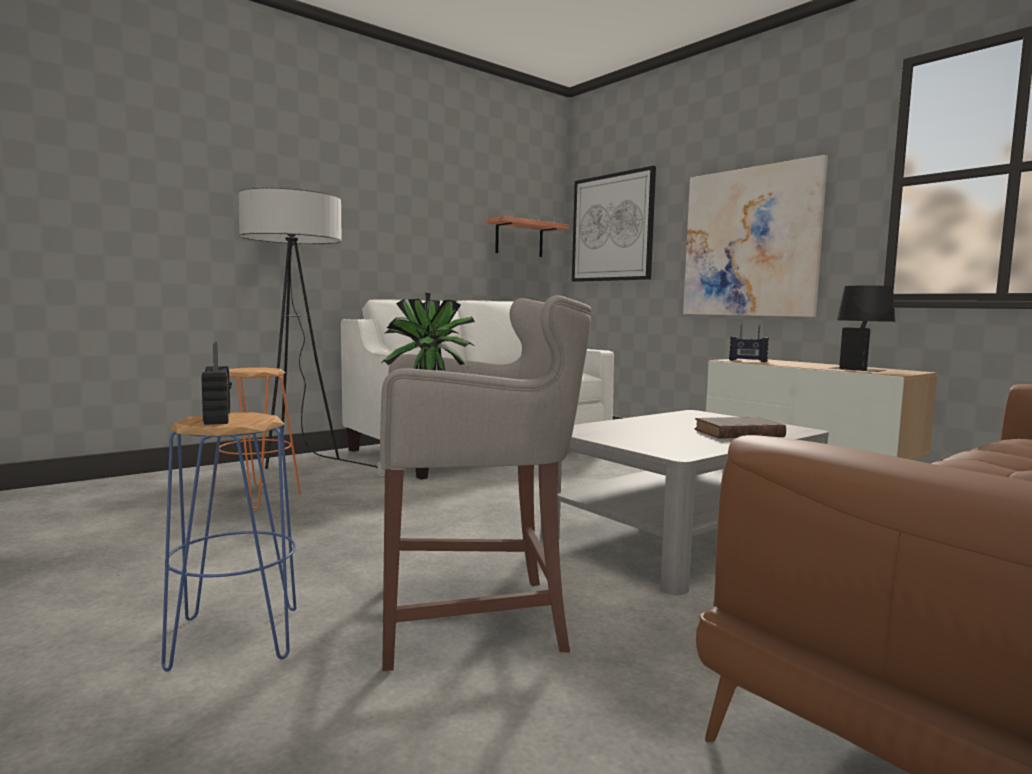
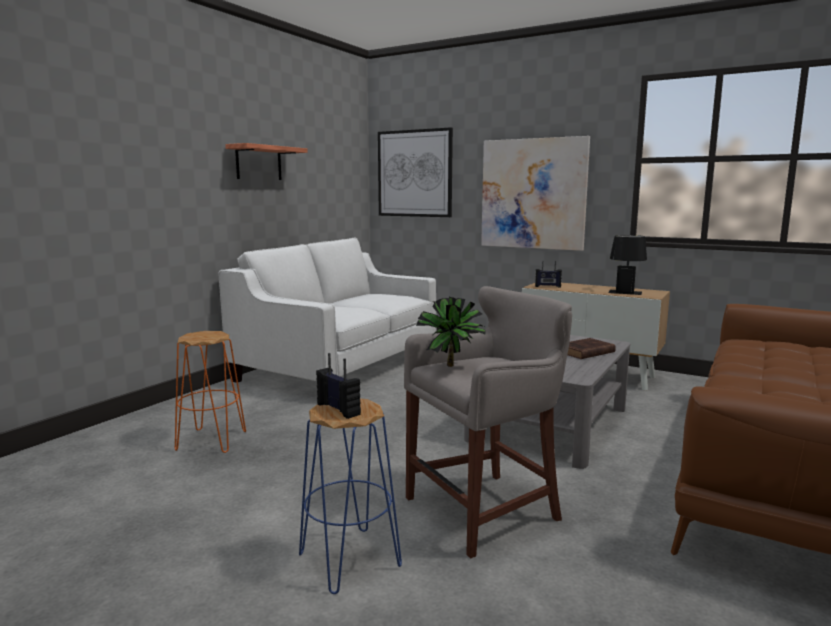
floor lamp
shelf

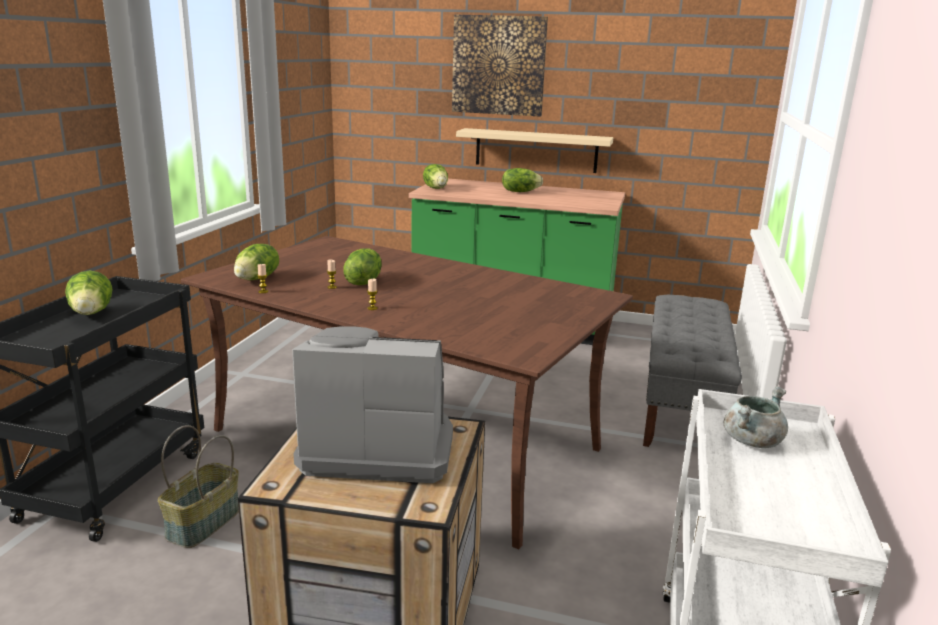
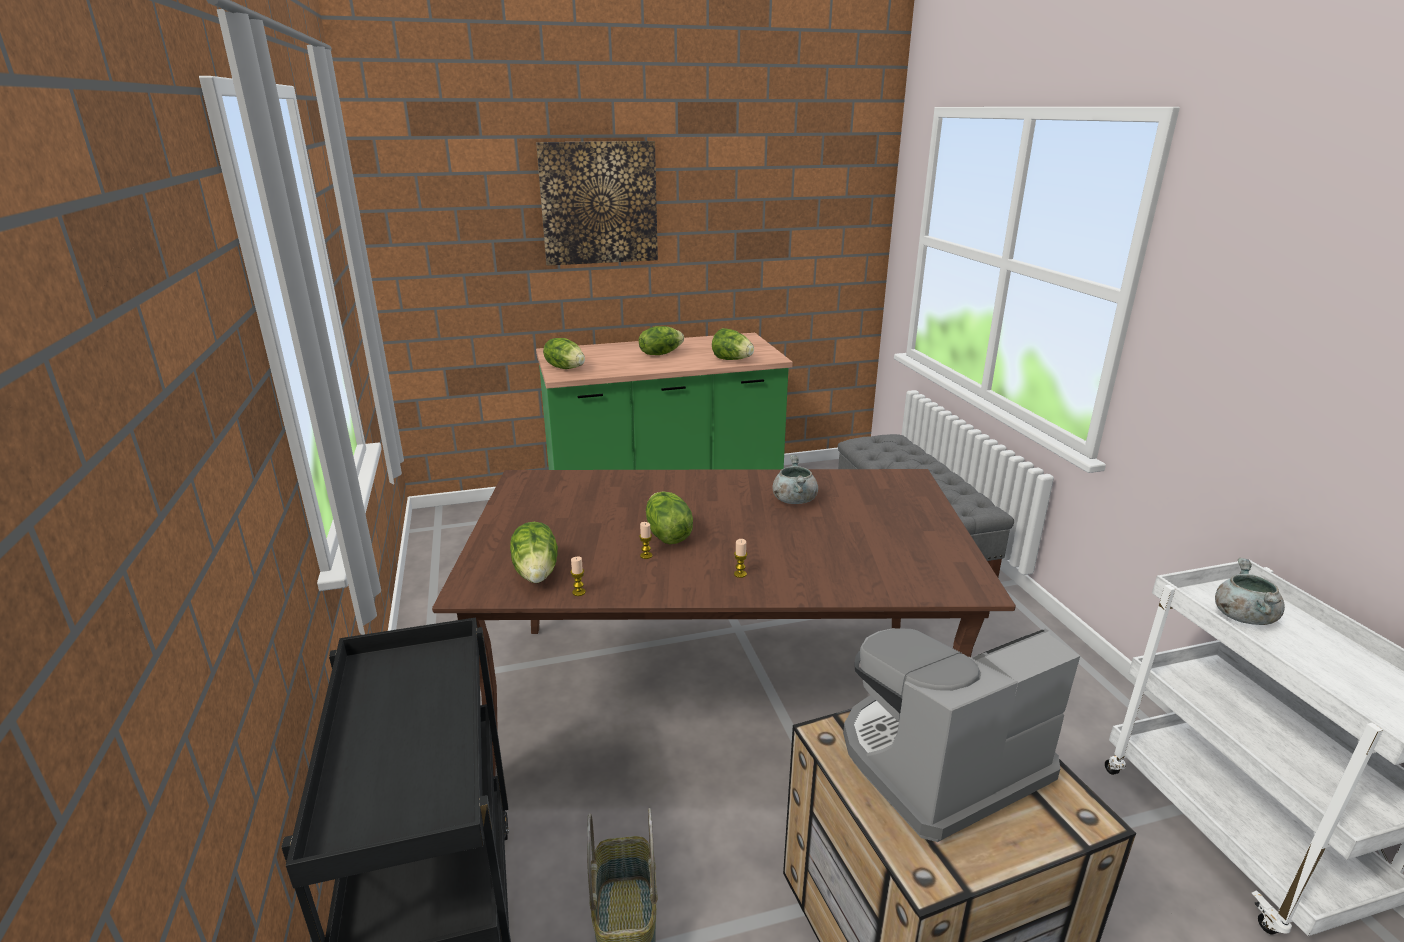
beige shelf
grey cooking pot (no. 1 from left)
lettuce (no. 5 from left)

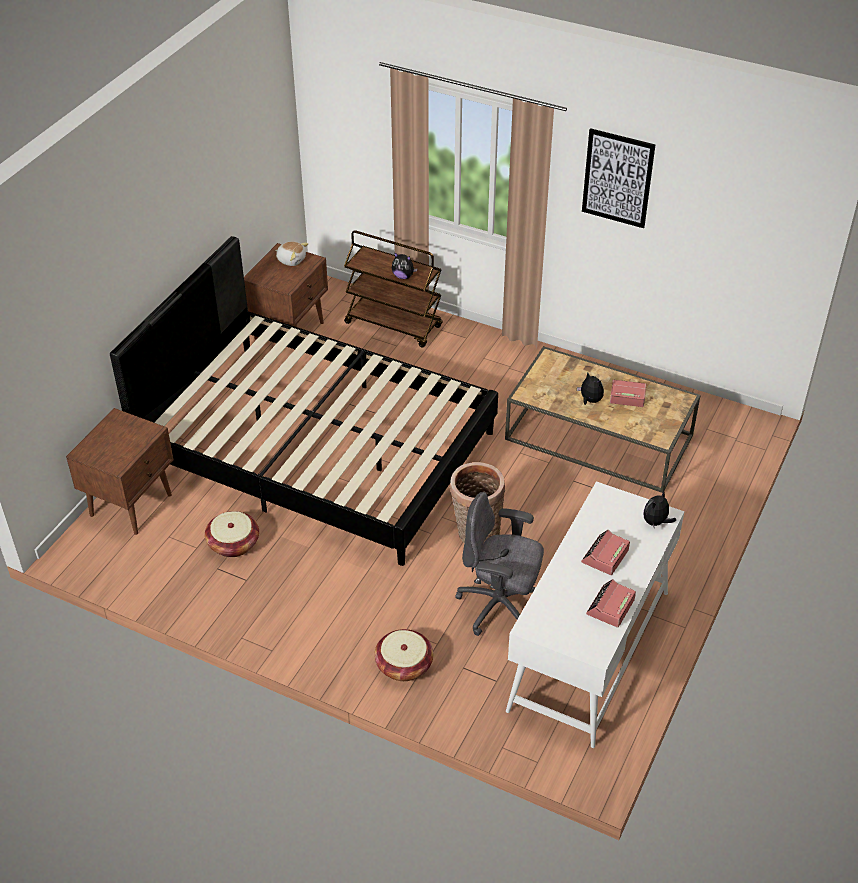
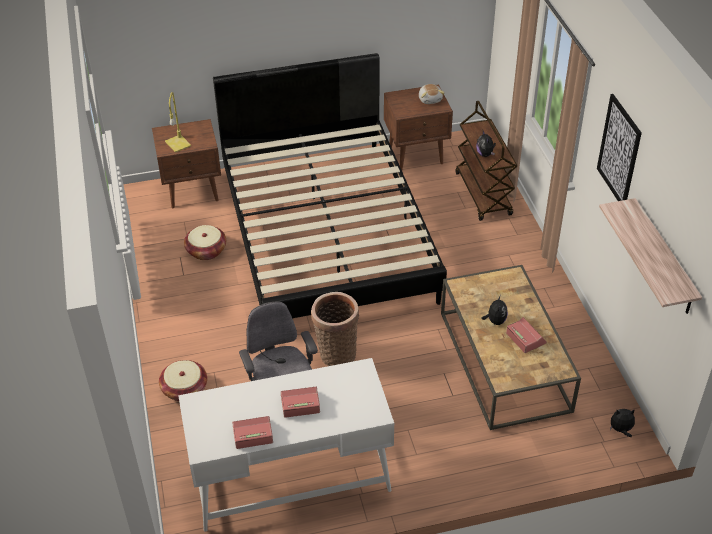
yellow table lamp
shelf
plush toy (no. 4 from left)

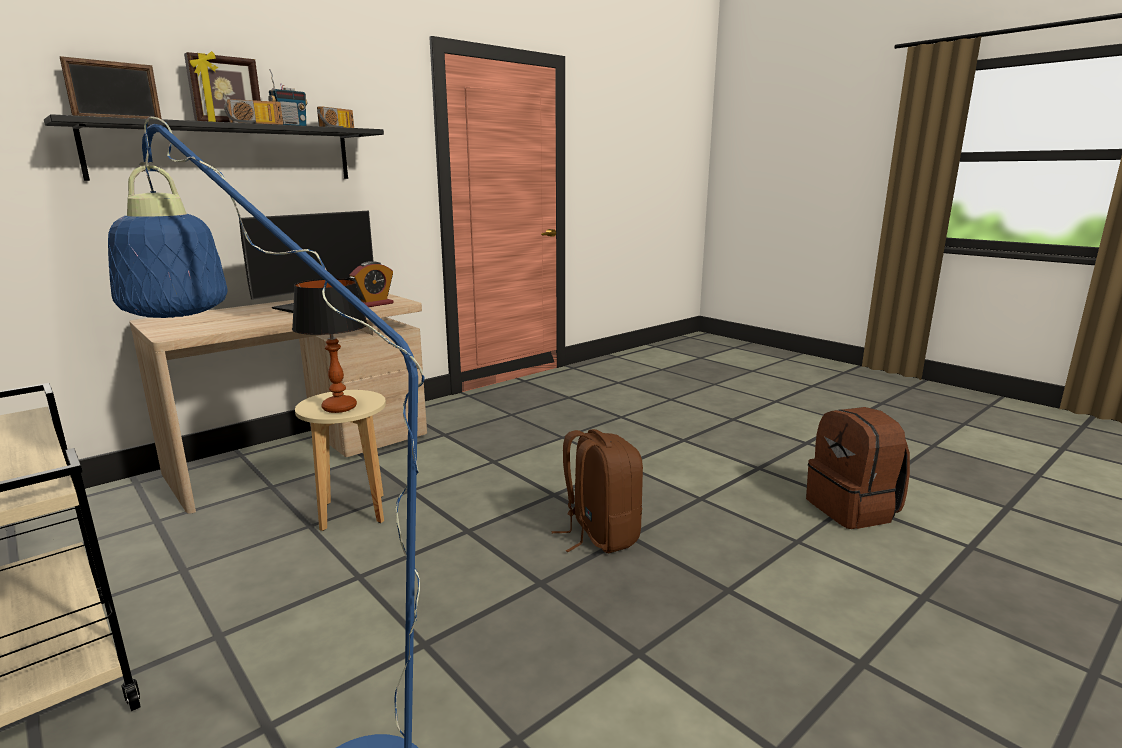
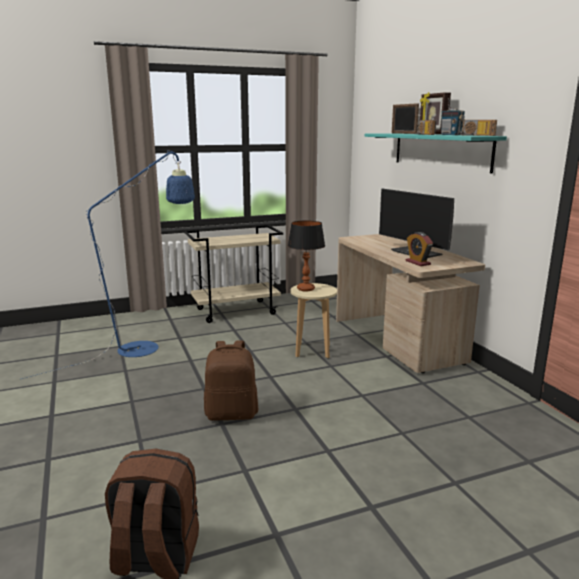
turquoise shelf

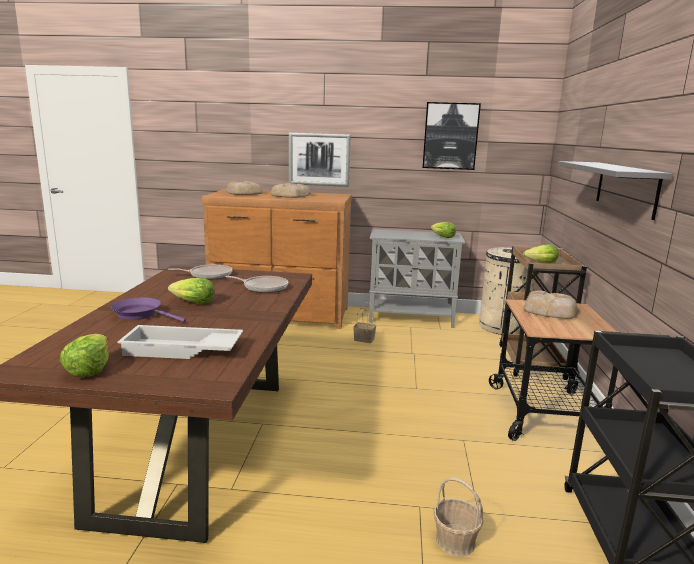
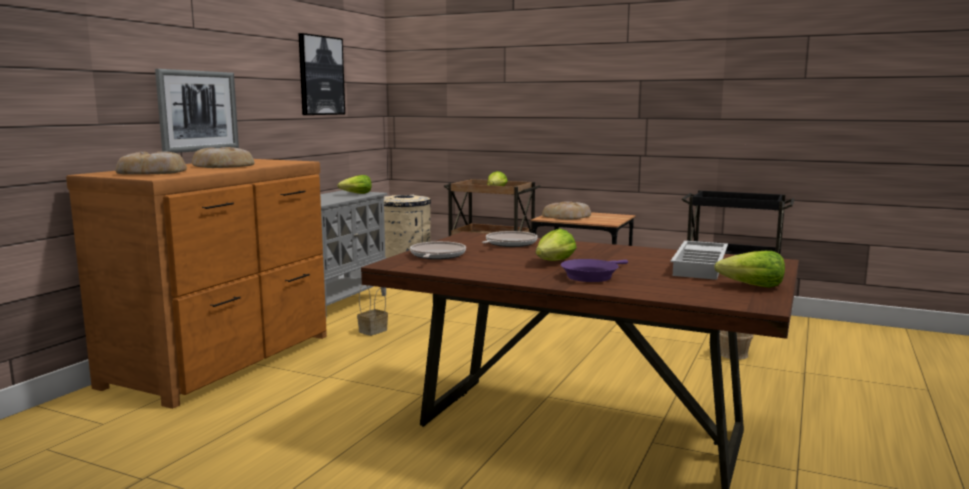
grey shelf

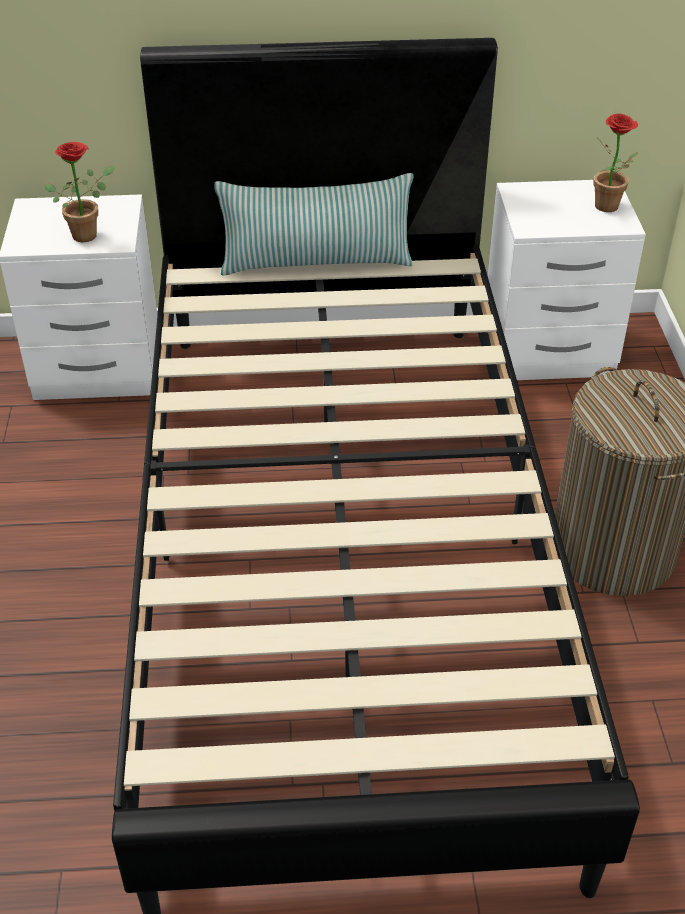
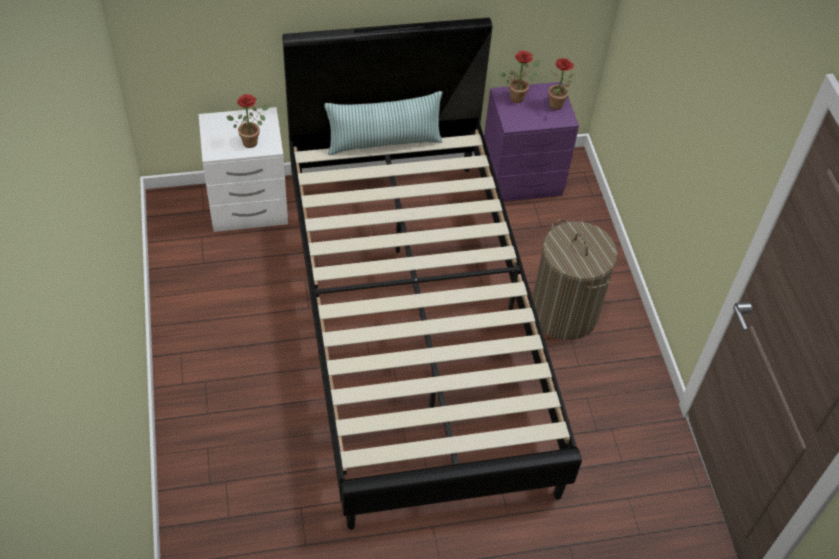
potted plant (no. 2 from left)
purple nightstand

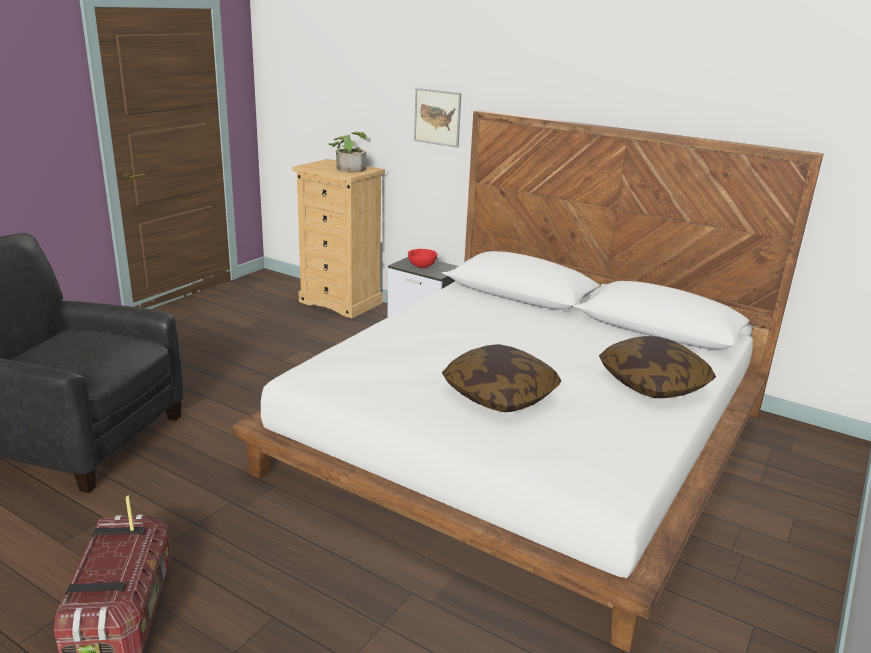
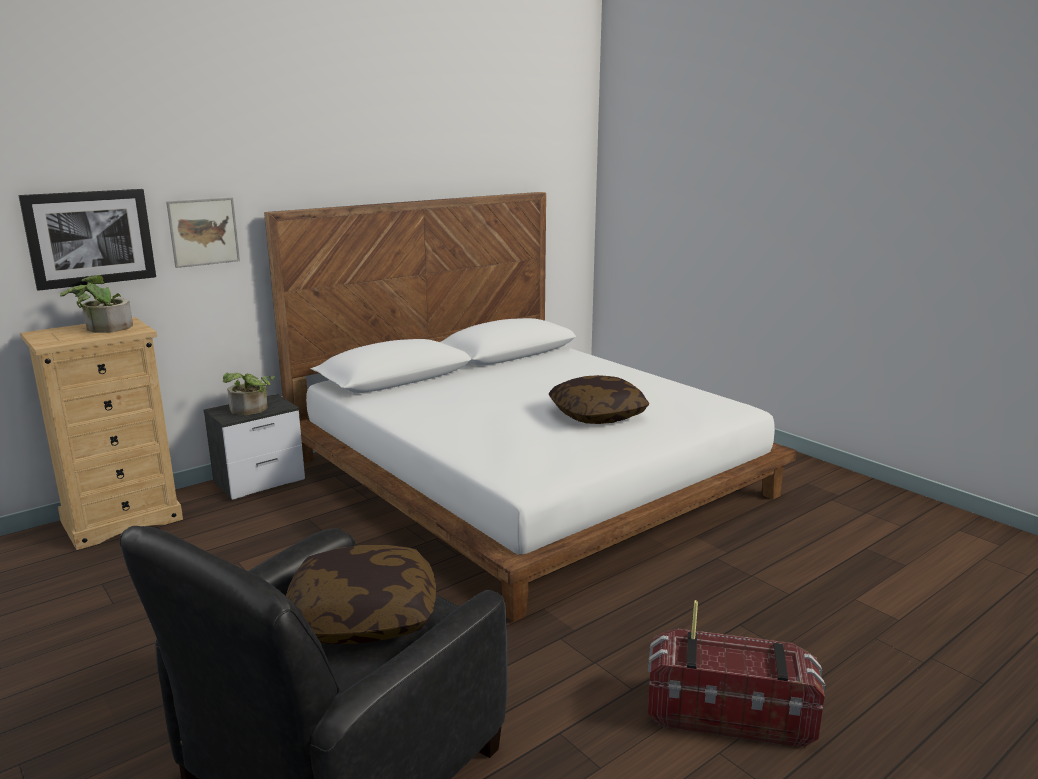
picture (no. 1 from left)
pillow (no. 1 from left)
potted plant (no. 2 from left)

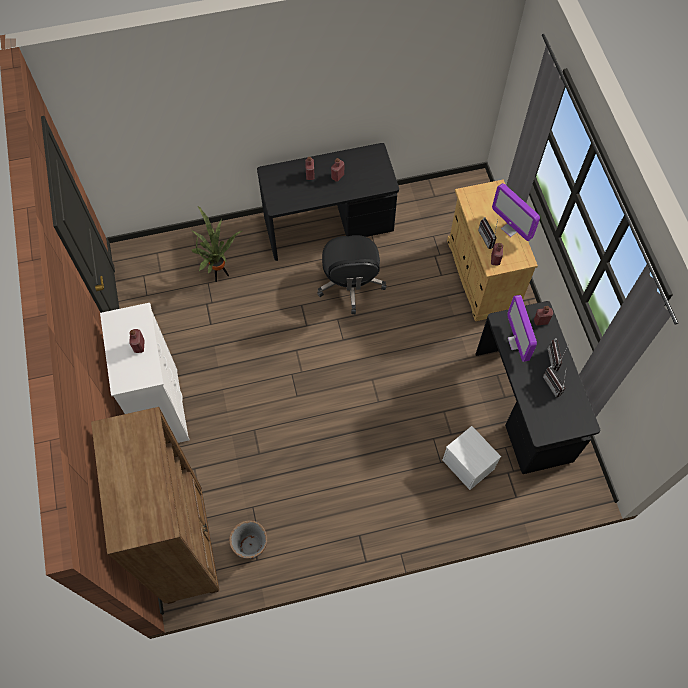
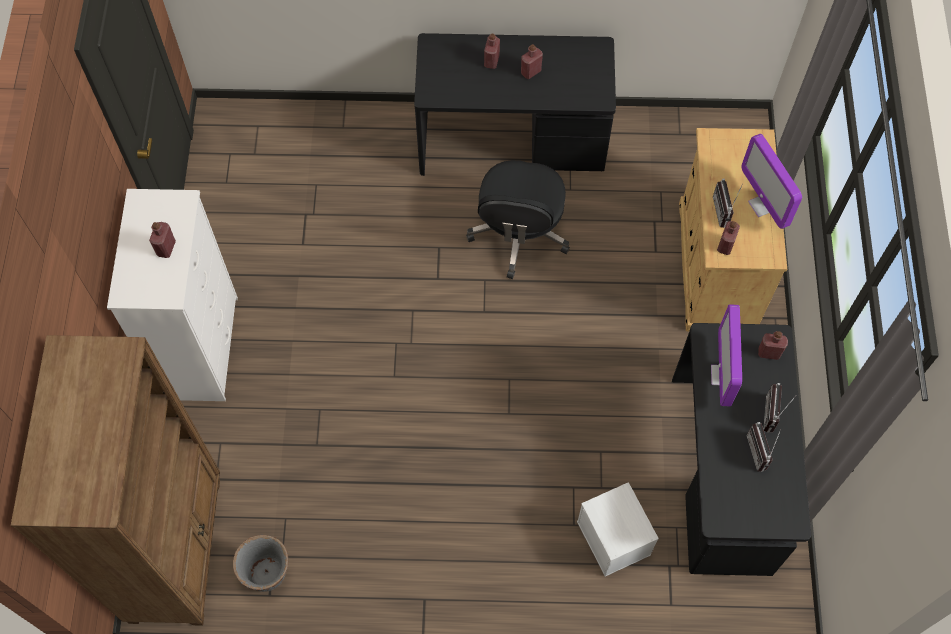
potted plant

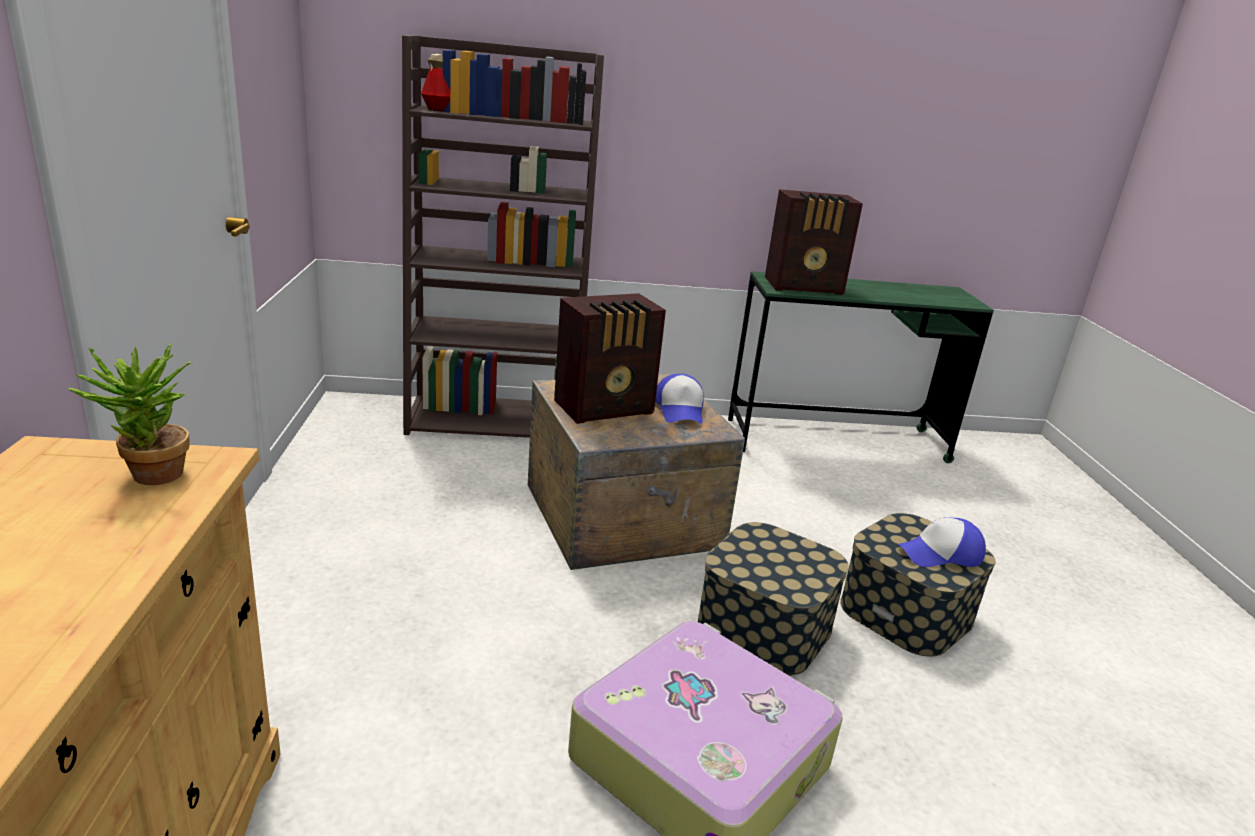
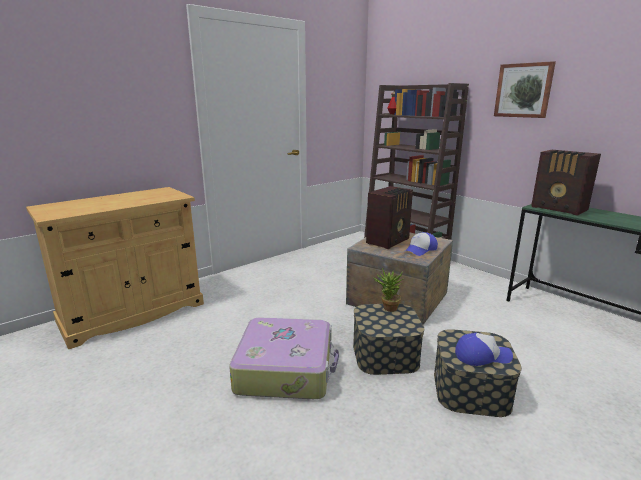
picture
potted plant
radio (no. 1 from left)
cap (no. 2 from left)

